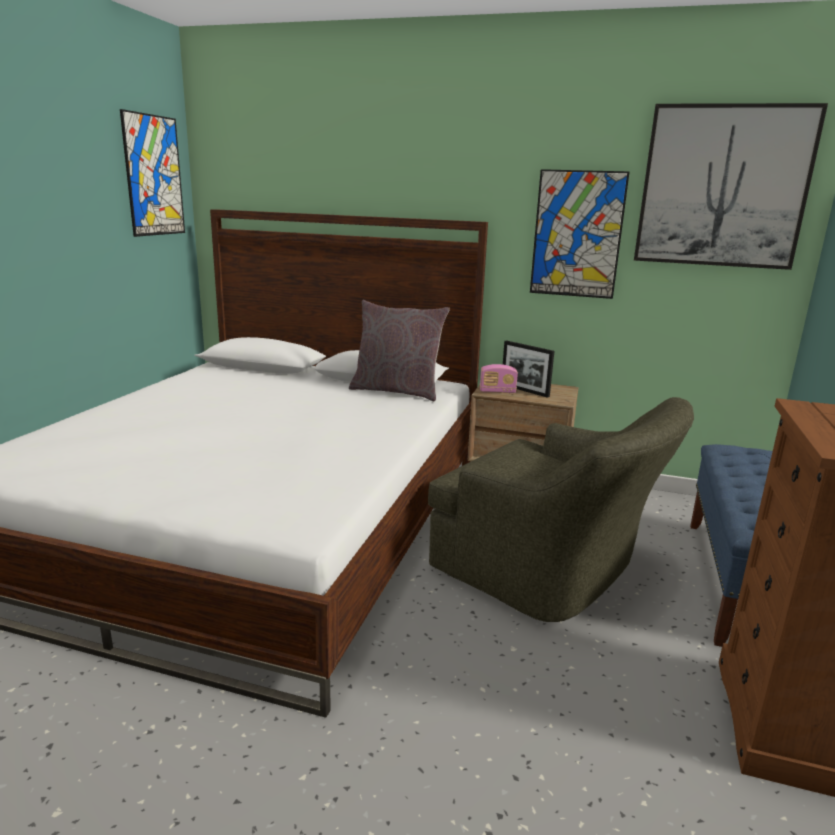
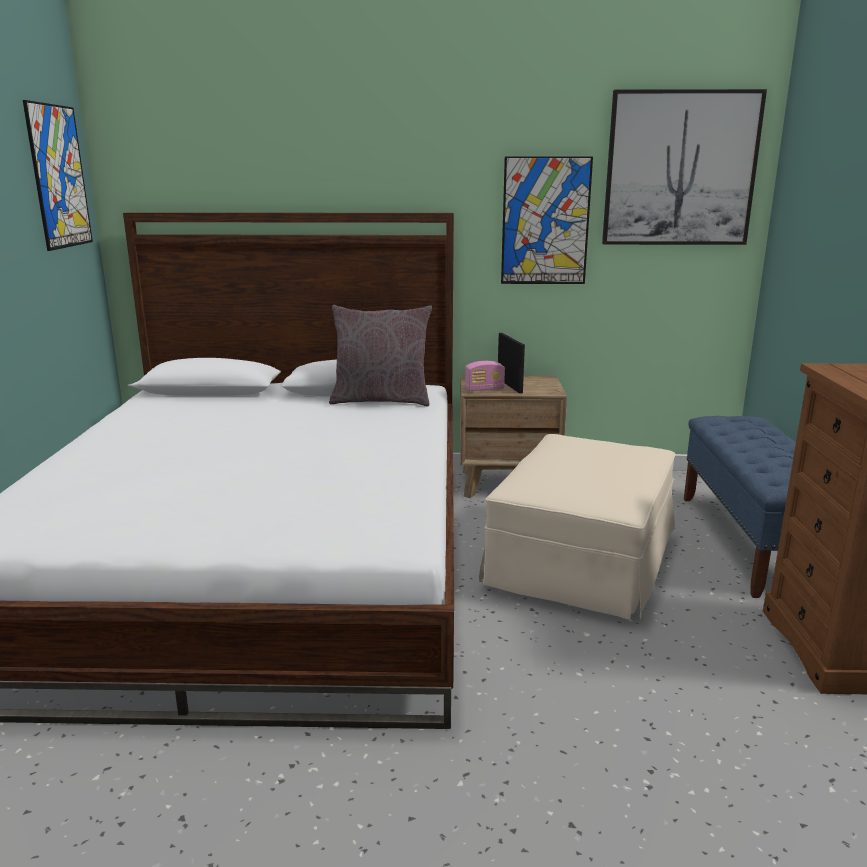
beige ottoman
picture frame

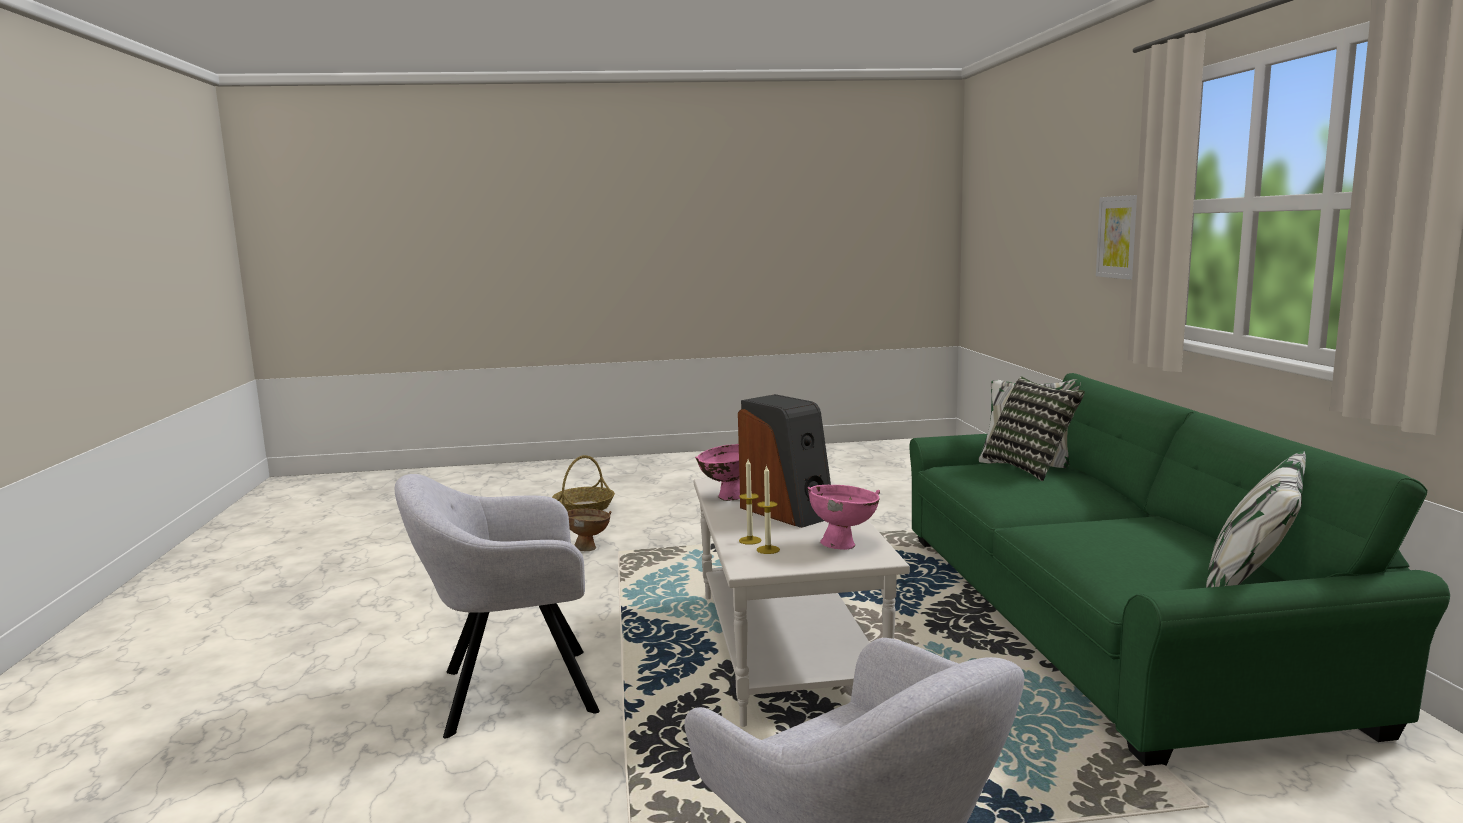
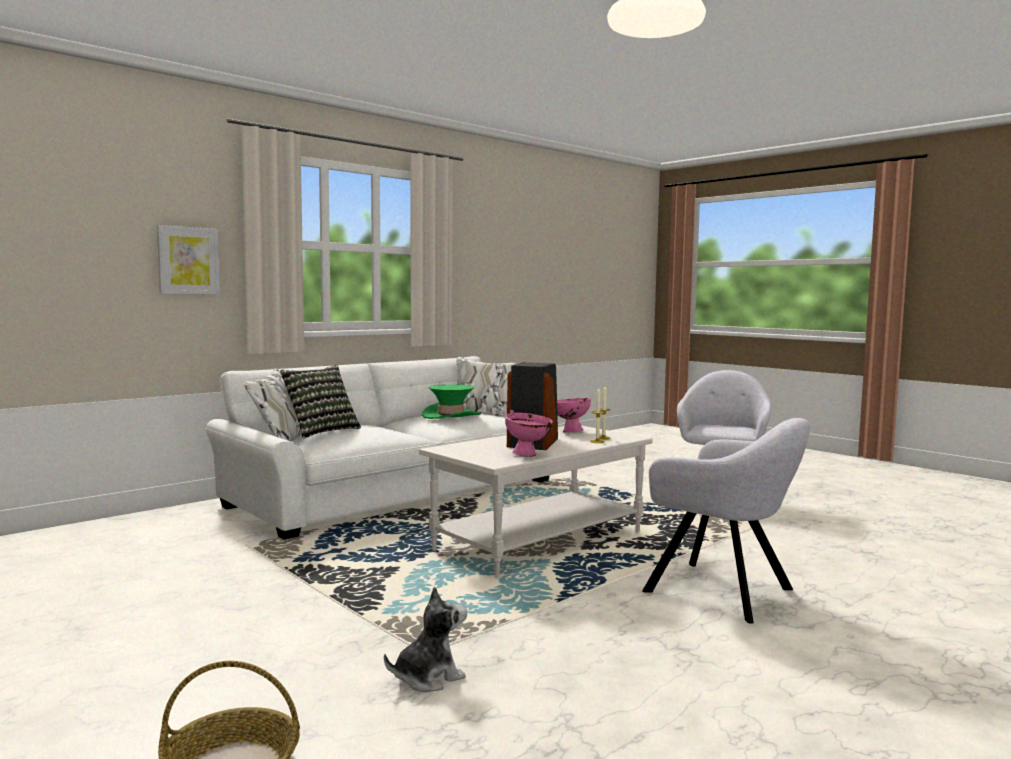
green hat
plush toy
white sofa

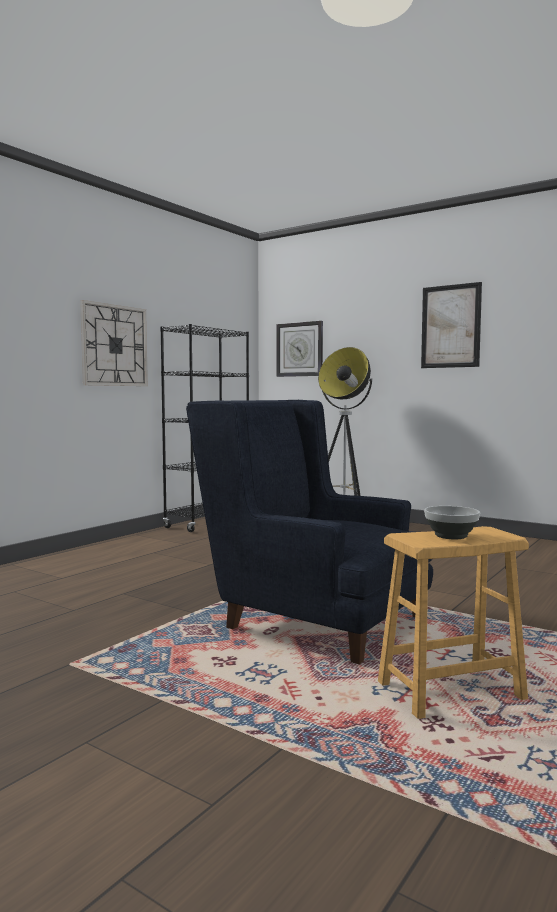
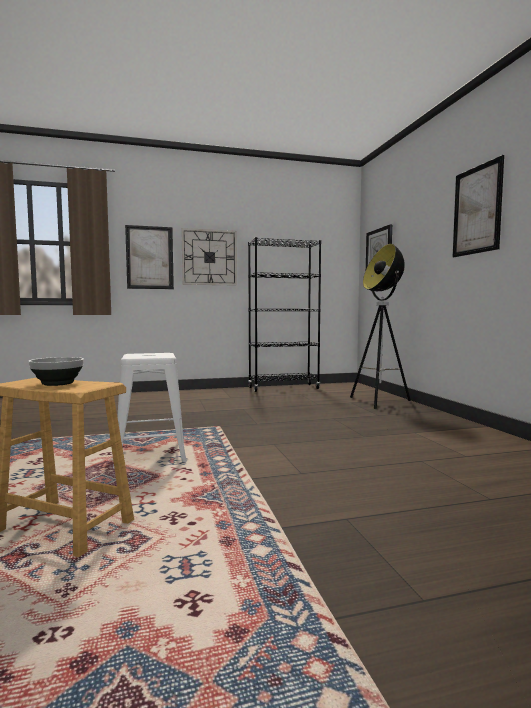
picture (no. 1 from left)
white stool

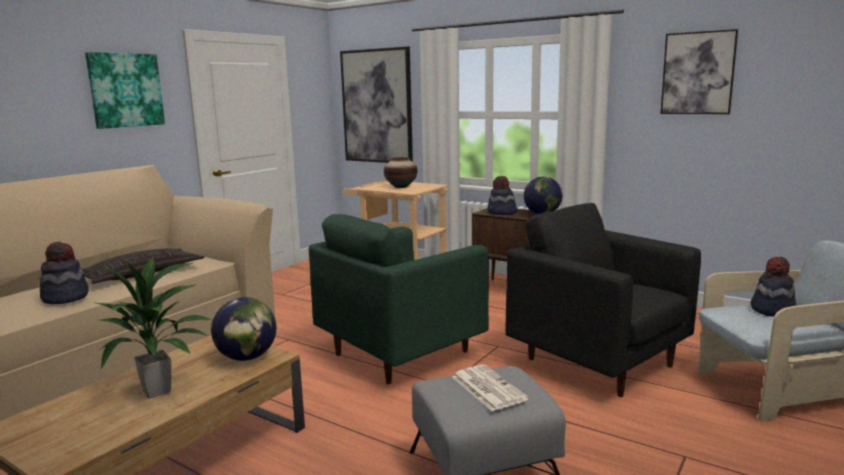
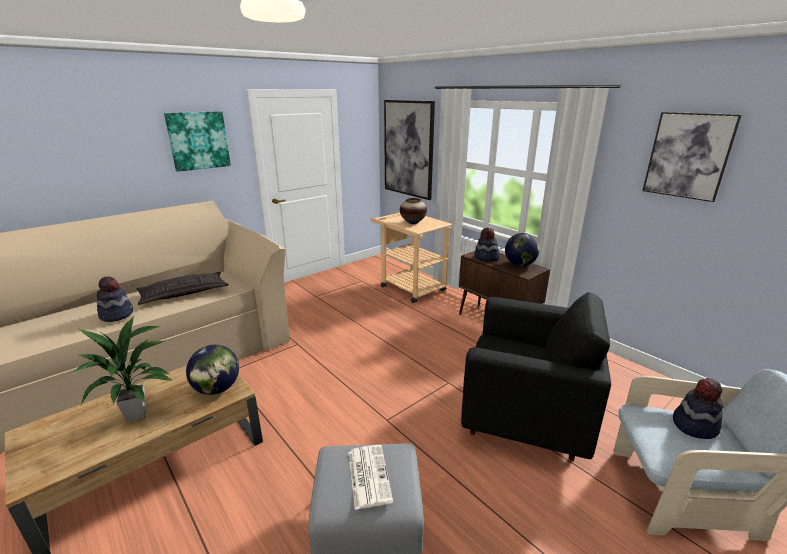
green armchair
black armchair

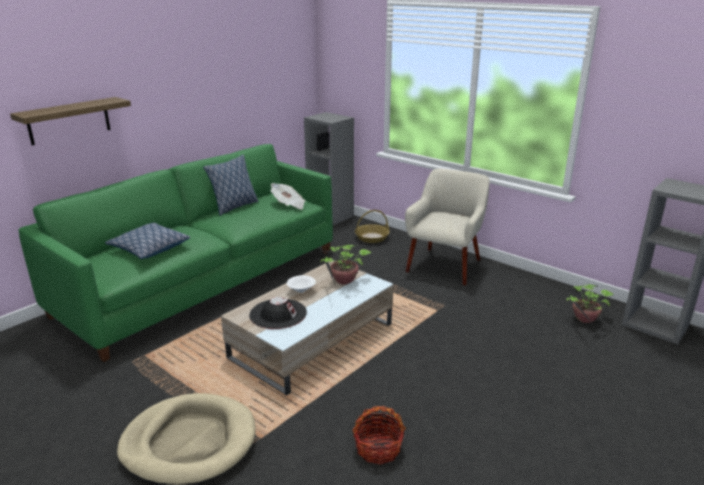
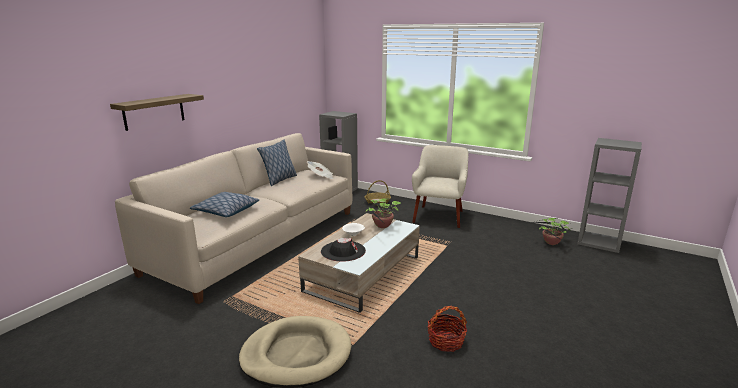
beige sofa

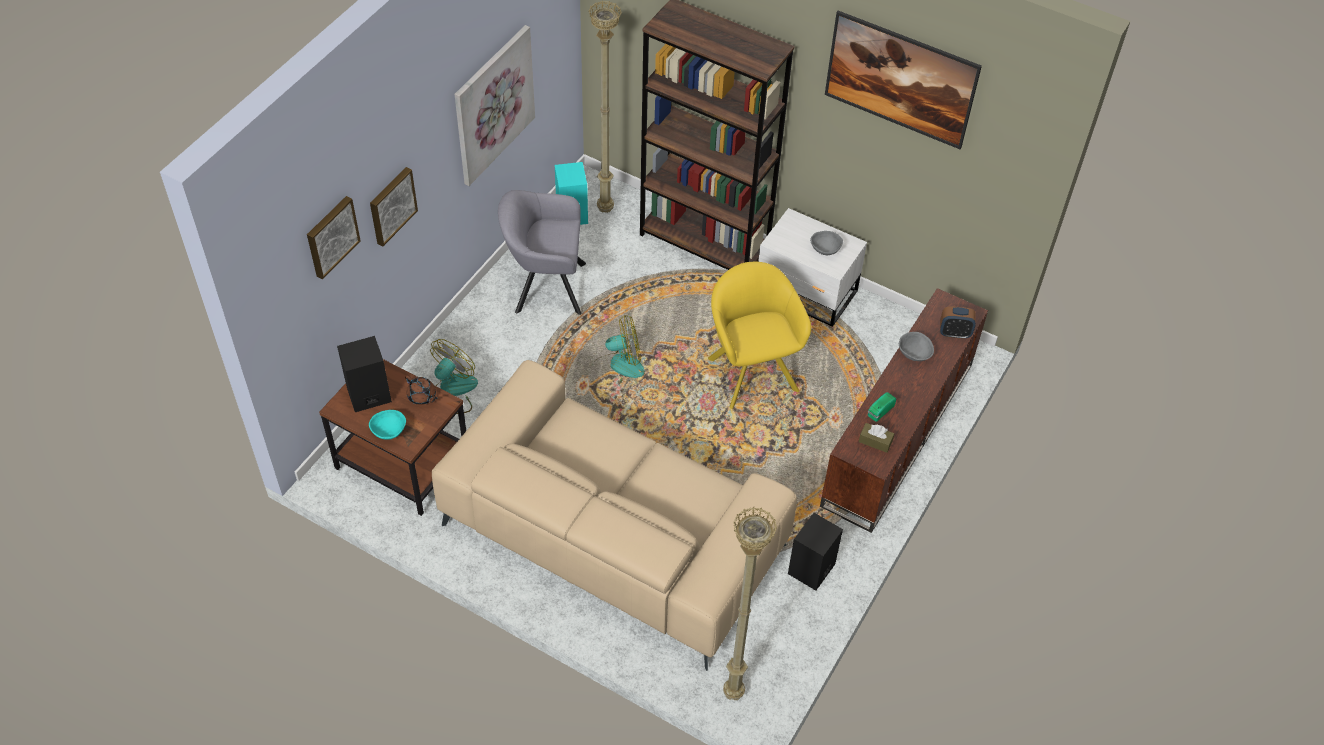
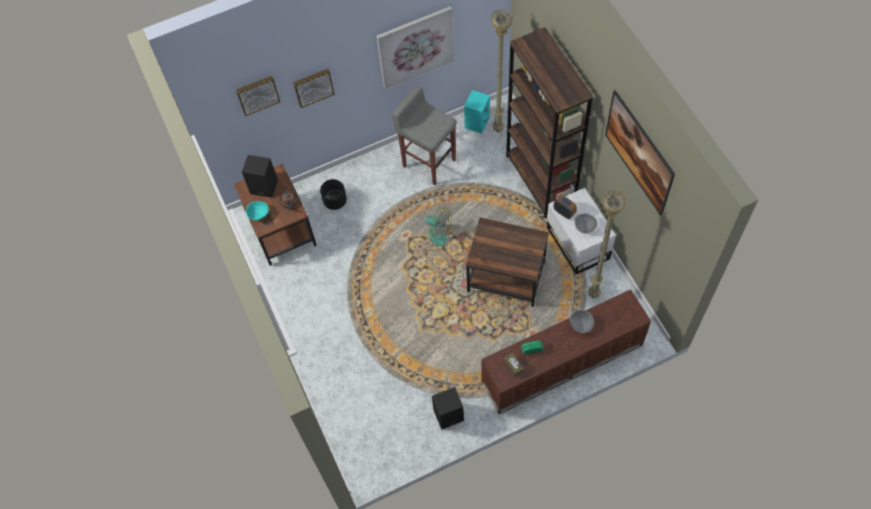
beige sofa
beige floor lamp (no. 2 from left)
alarm clock
black planter
grey stool
brown side table (no. 2 from left)

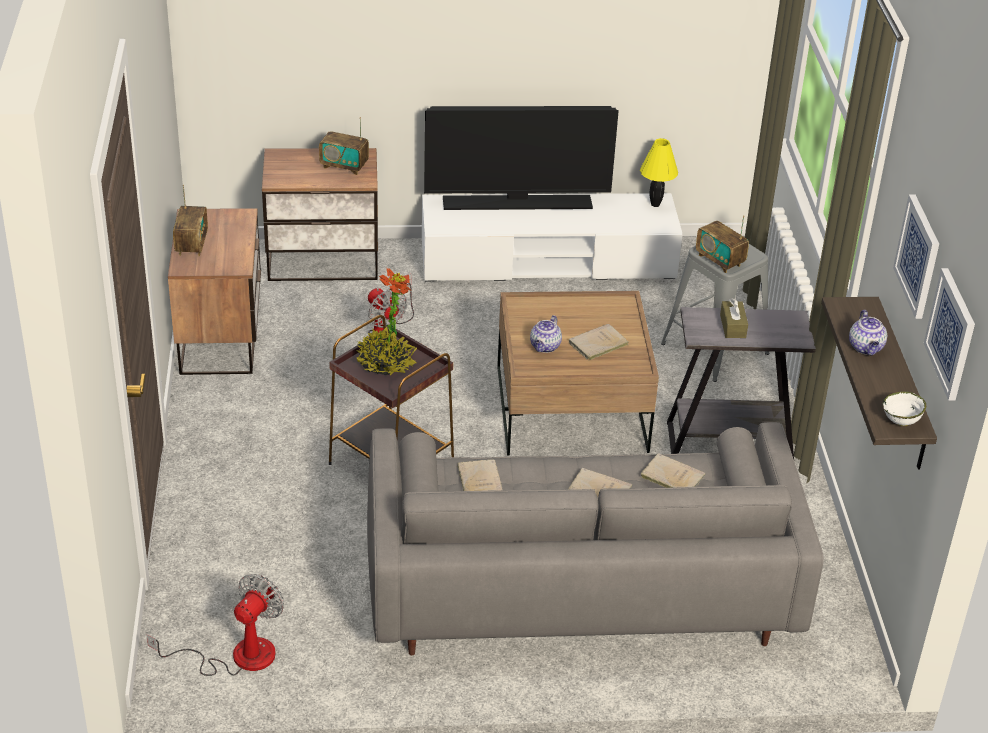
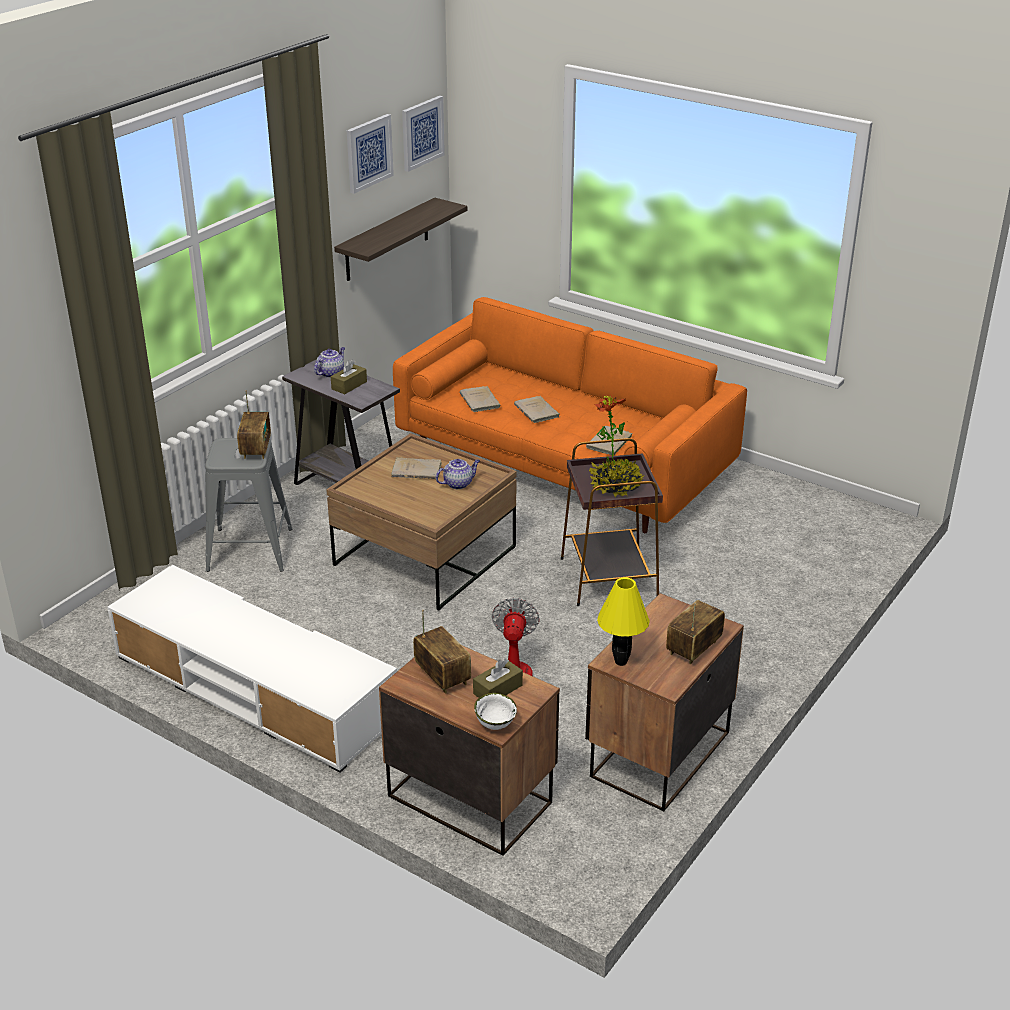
fan (no. 1 from left in the first image)
television
brown tissue box (no. 2 from left)
yellow table lamp
teapot (no. 1 from left)
white bowl
orange sofa

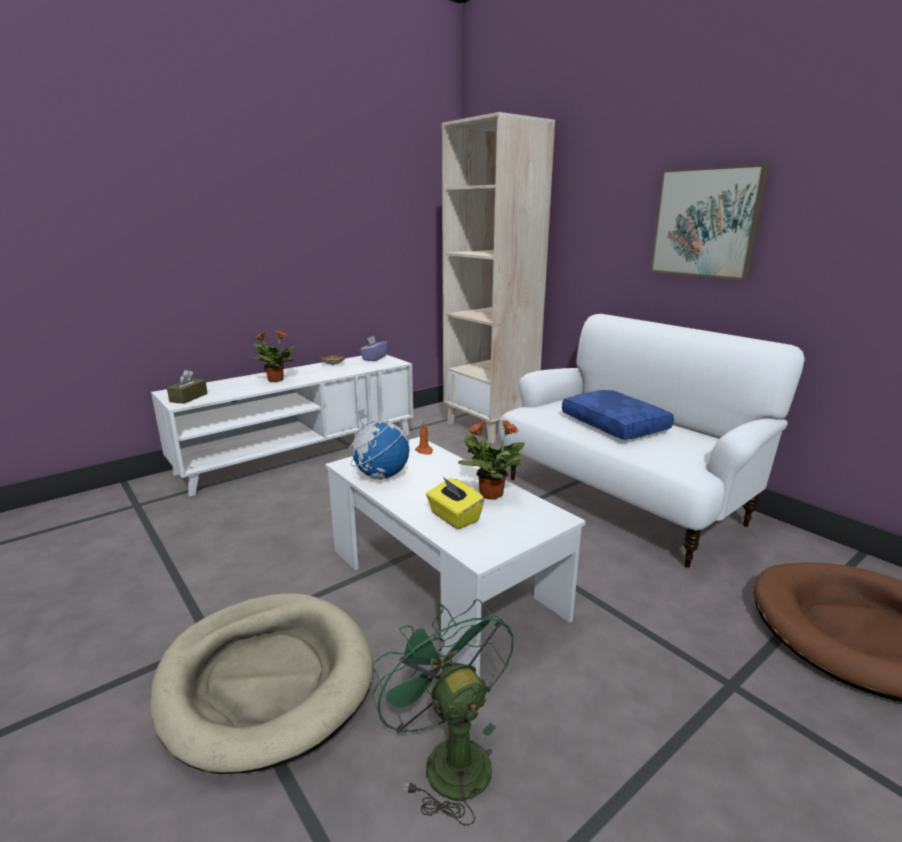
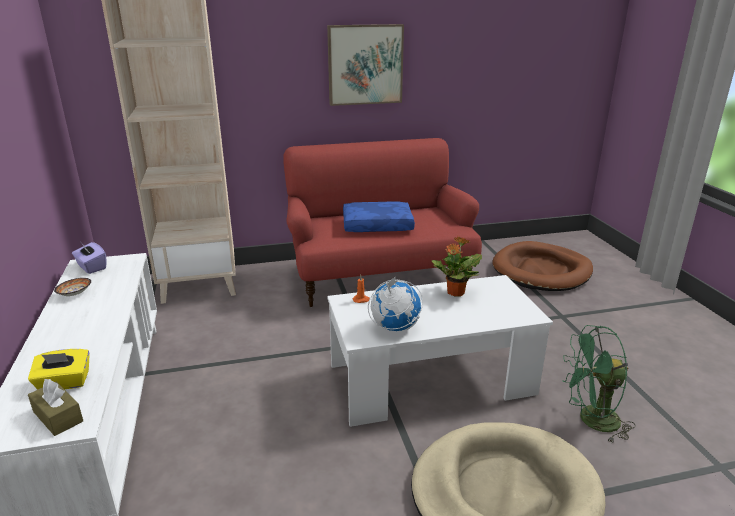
potted plant (no. 1 from left in the first image)
yellow tissue box
red sofa

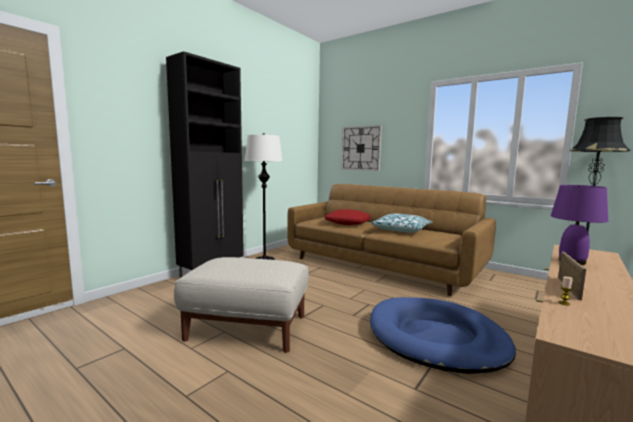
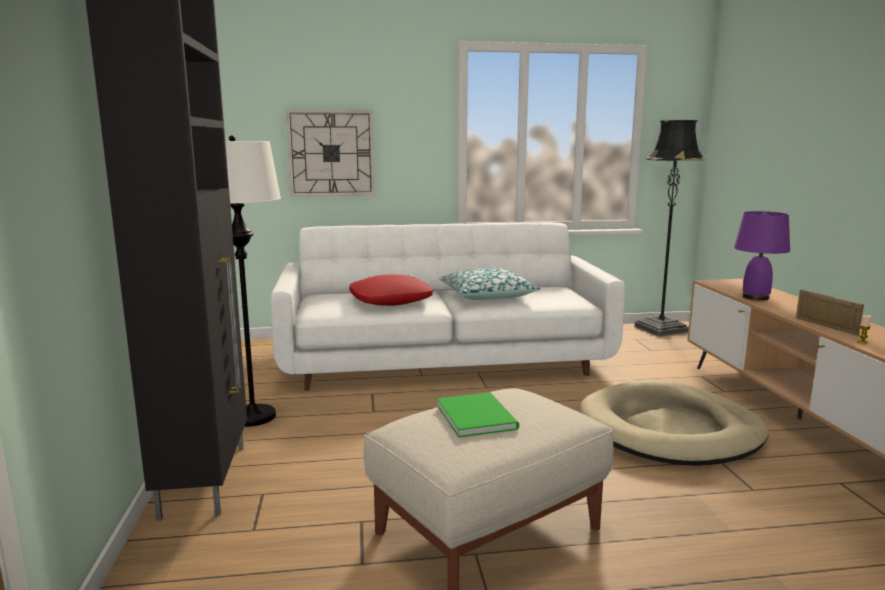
green book
white sofa
beige dog bed

